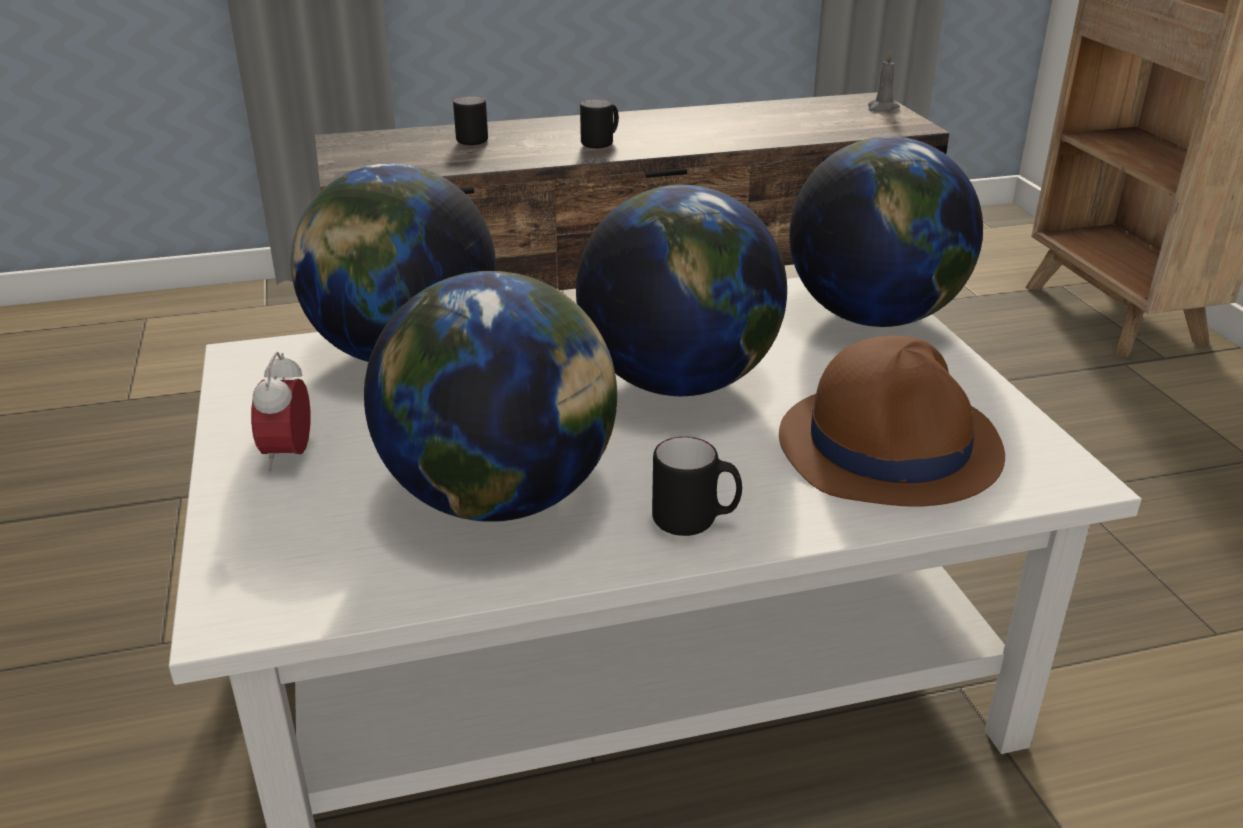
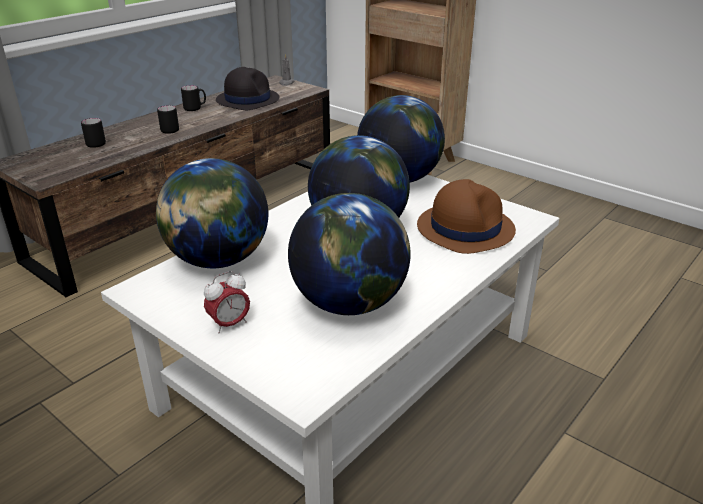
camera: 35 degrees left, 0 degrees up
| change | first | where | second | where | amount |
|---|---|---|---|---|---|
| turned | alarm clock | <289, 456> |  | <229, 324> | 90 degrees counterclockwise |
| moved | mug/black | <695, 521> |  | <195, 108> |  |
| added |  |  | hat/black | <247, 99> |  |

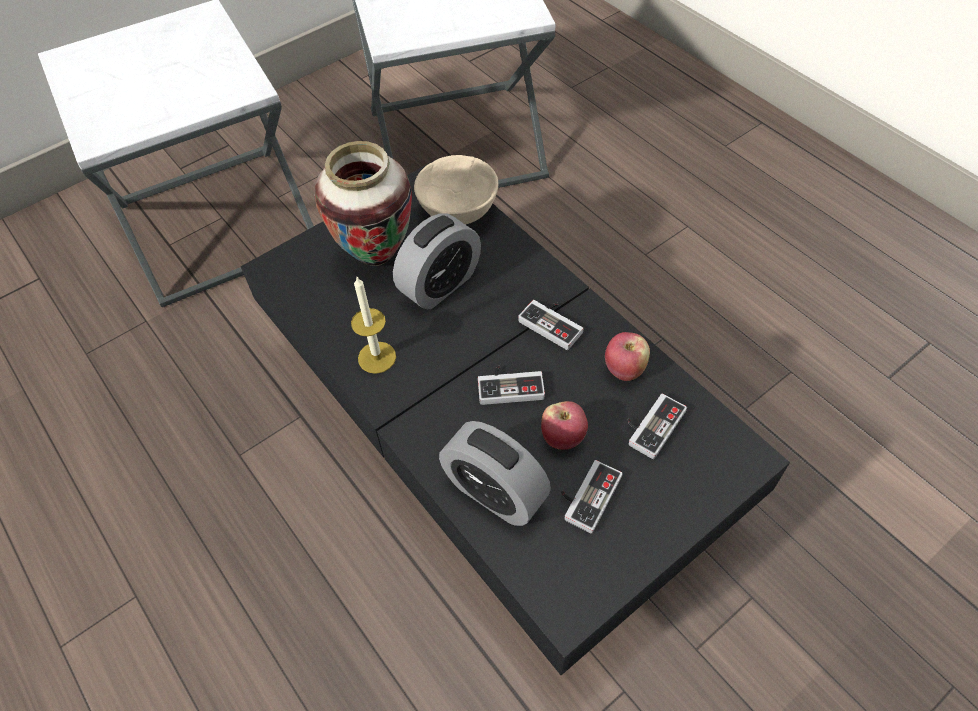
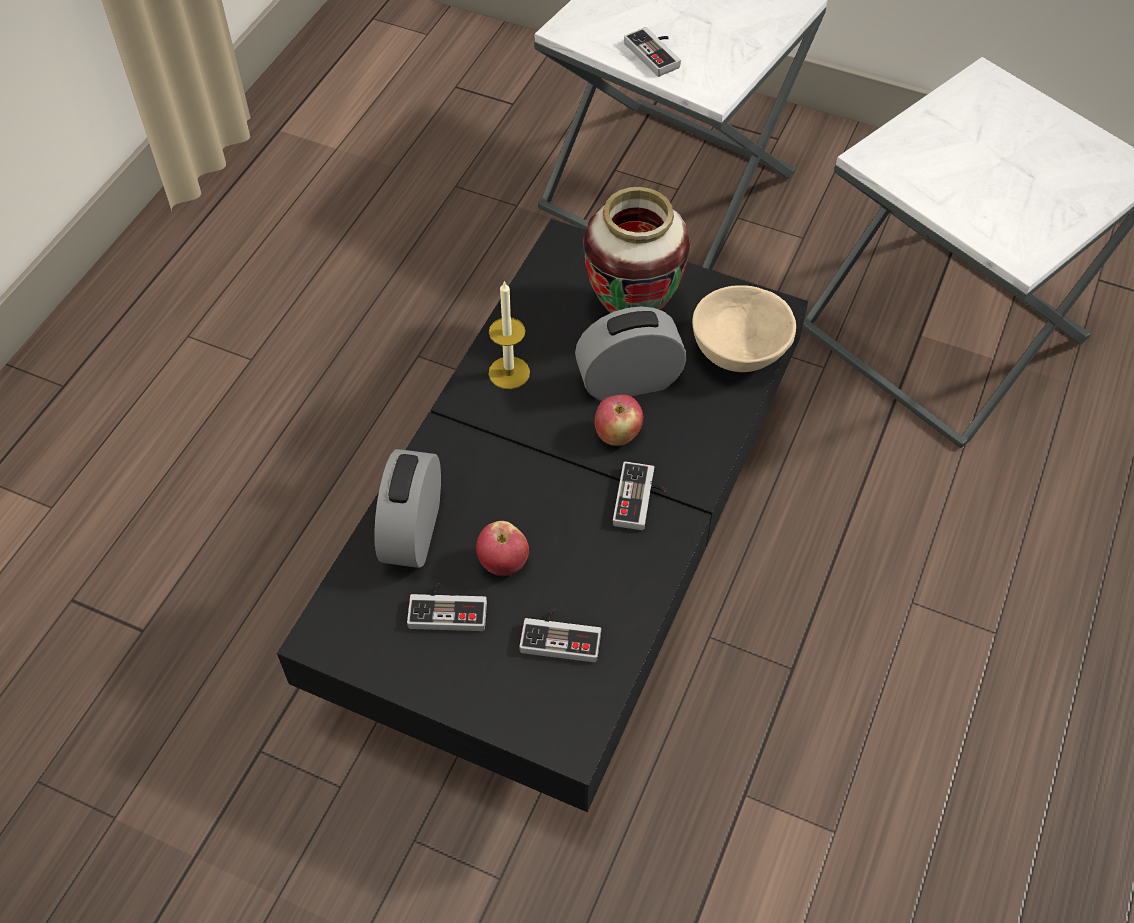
camera: 60 degrees right, 0 degrees up
| change | first | where | second | where | amount |
|---|---|---|---|---|---|
| turned | alarm clock | <440, 285> |  | <629, 381> | 150 degrees clockwise |
| moved | game controller | <510, 385> |  | <657, 53> |  |
| moved | apple | <624, 369> |  | <617, 435> |  |

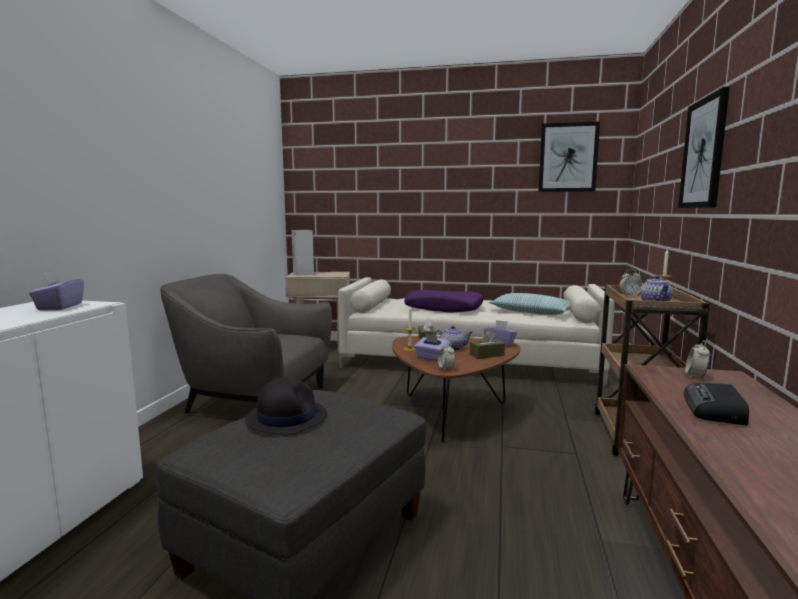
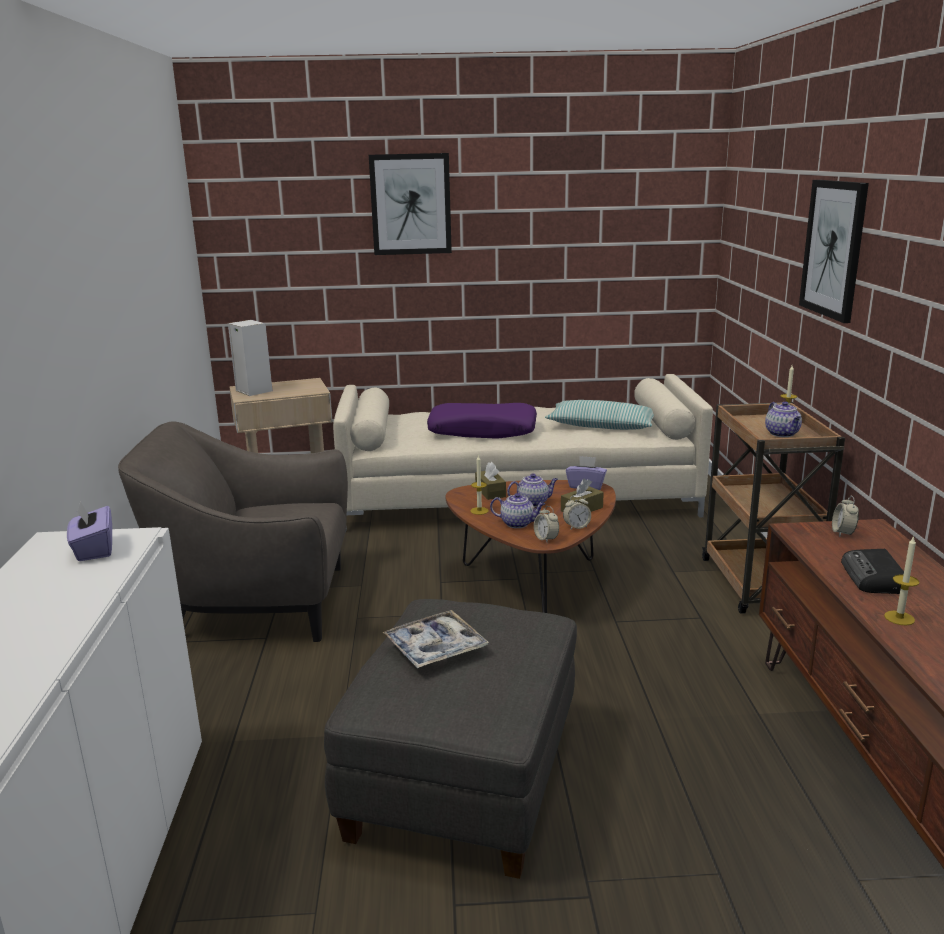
camera: 15 degrees left, 10 degrees up
| change | first | where | second | where | amount |
|---|---|---|---|---|---|
| replaced | hat/black | <286, 417> | tray | <435, 648> |  |
| replaced | tissue box/purple | <432, 358> | teapot | <518, 523> |  |
| moved | picture | <568, 157> |  | <411, 204> |  |
| moved | alarm clock | <630, 295> |  | <576, 527> |  |
| added |  |  | candle | <899, 618> |  |

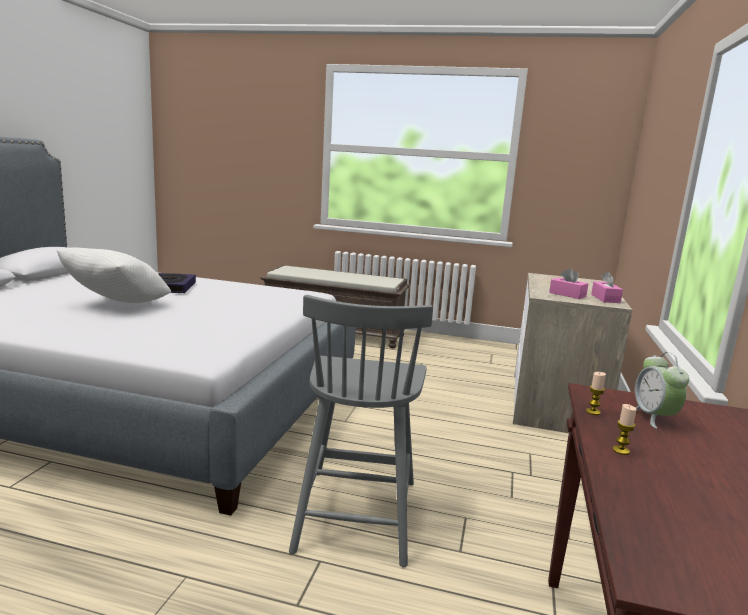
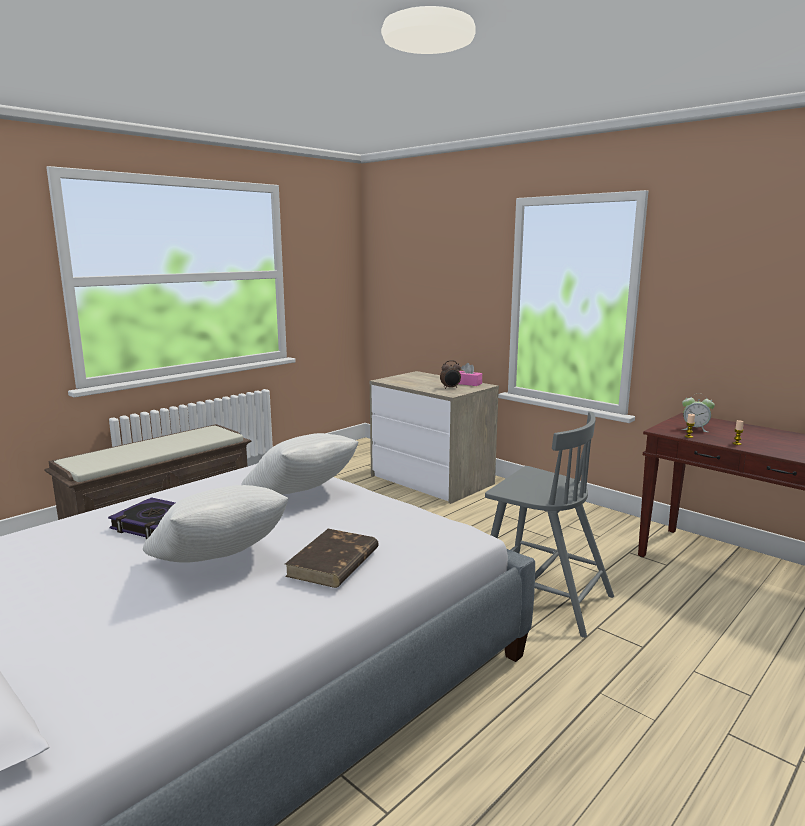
camera: 60 degrees left, 0 degrees up
| change | first | where | second | where | amount |
|---|---|---|---|---|---|
| replaced | tissue box/pink | <567, 294> | alarm clock | <450, 388> |  |
| added |  |  | pillow/white | <302, 495> |  |
| added |  |  | book/brown | <333, 563> |  |

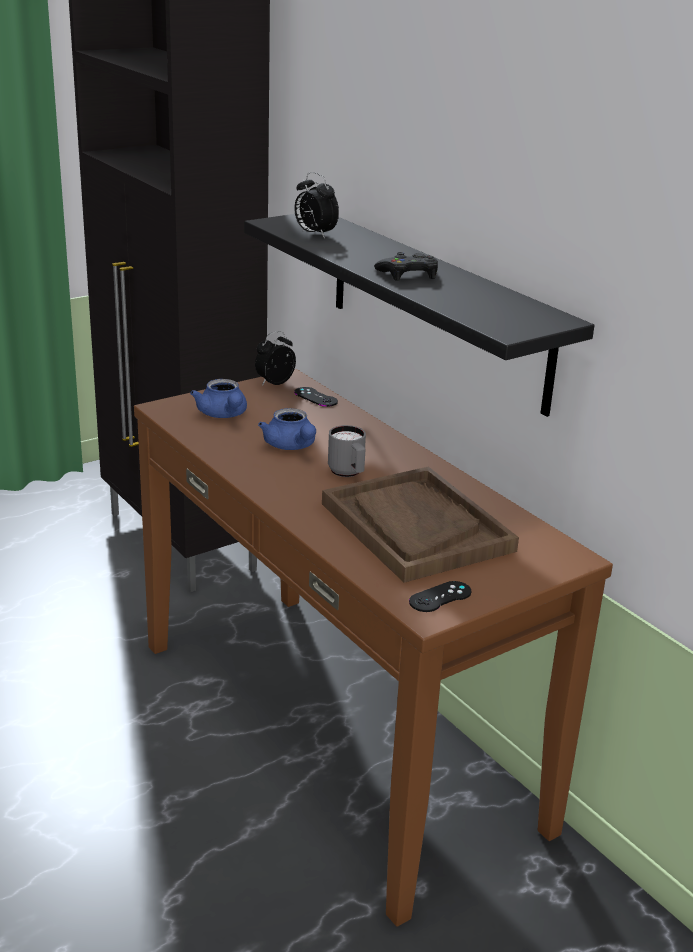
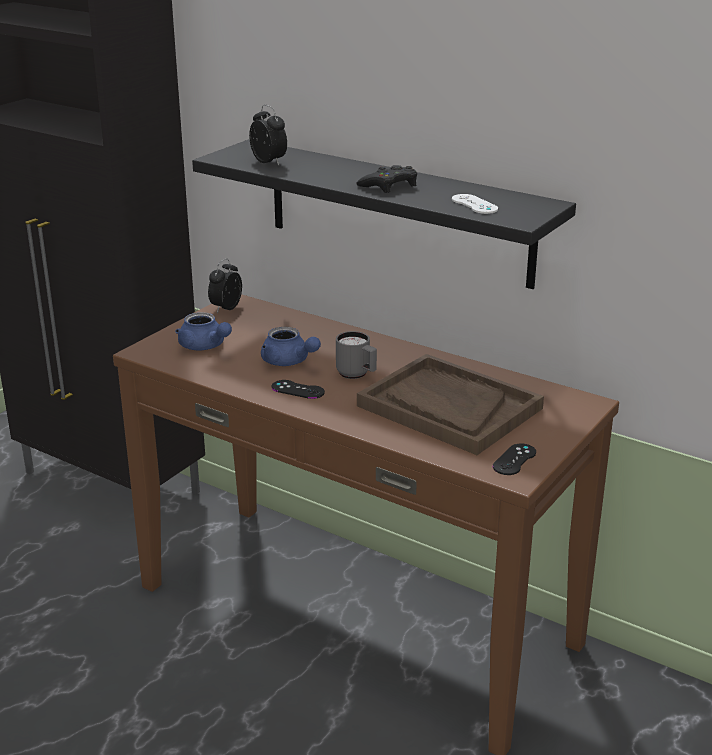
camera: 20 degrees left, 0 degrees up
| change | first | where | second | where | amount |
|---|---|---|---|---|---|
| turned | alarm clock | <314, 234> |  | <269, 162> | 150 degrees counterclockwise |
| moved | game controller/black | <315, 397> |  | <298, 390> |  |
| added |  |  | game controller/white | <474, 204> |  |

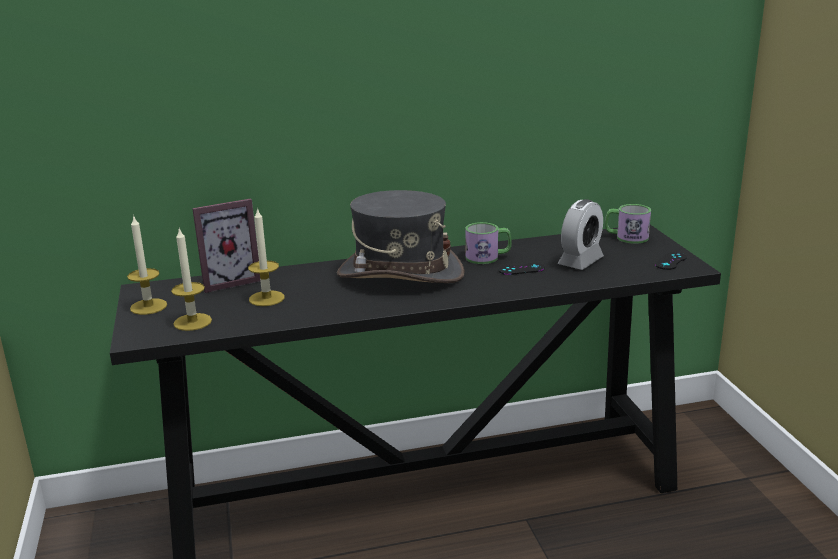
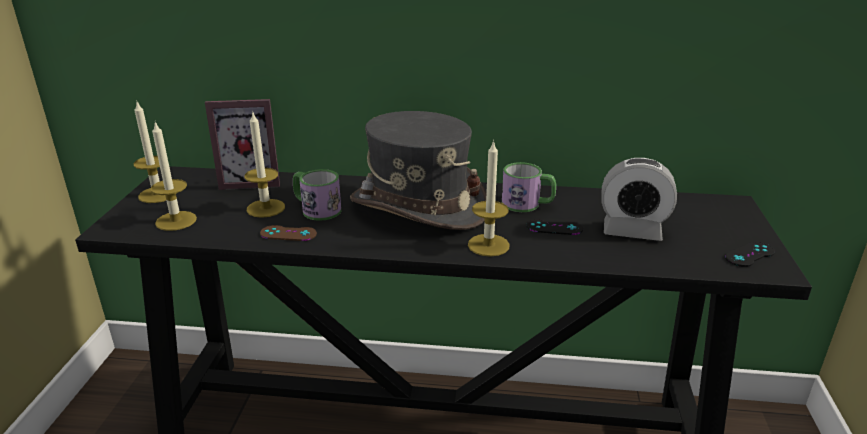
camera: 20 degrees right, 5 degrees up
| change | first | where | second | where | amount |
|---|---|---|---|---|---|
| turned | alarm clock | <580, 261> |  | <632, 231> | 45 degrees clockwise |
| moved | mug | <626, 237> |  | <316, 209> |  |
| added |  |  | game controller/brown | <288, 233> |  |
| added |  |  | candle | <488, 245> |  |

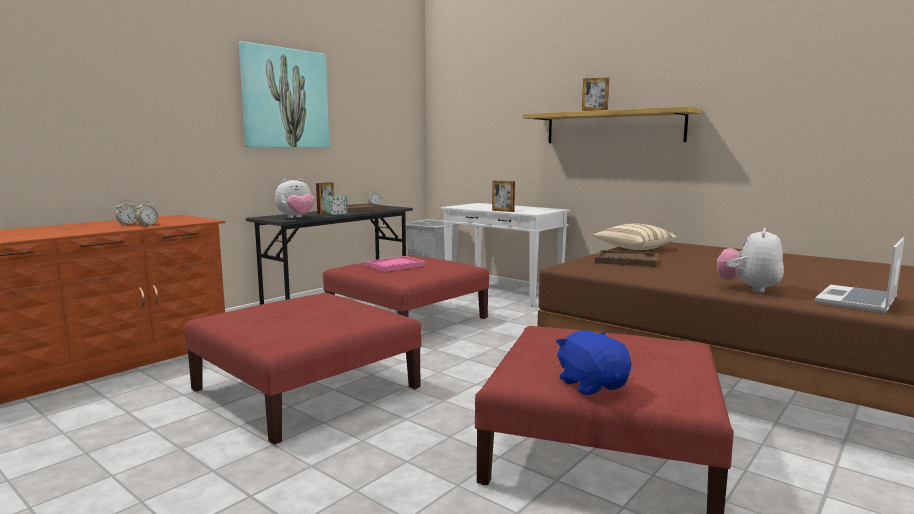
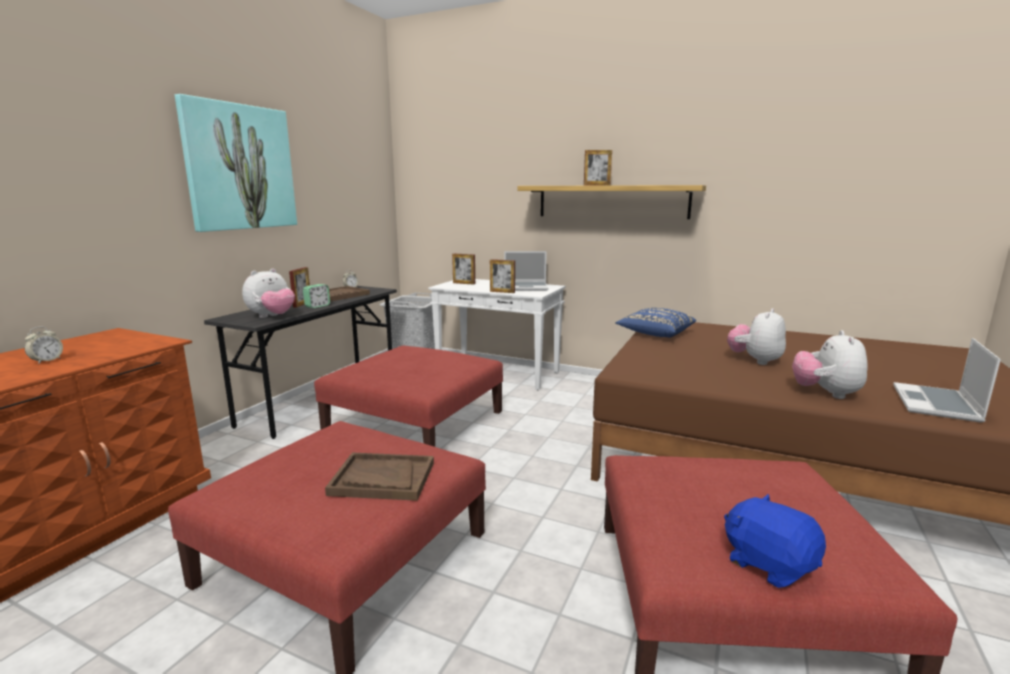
camera: 15 degrees left, 5 degrees up
| change | first | where | second | where | amount |
|---|---|---|---|---|---|
| removed | alarm clock | <147, 225> |  |  |  |
| removed | tray/pink | <395, 265> |  |  |  |
| recoloured | pillow/beige | <633, 248> | pillow/blue | <655, 334> |  |
| moved | tray/brown | <626, 260> |  | <382, 479> |  |
| added |  |  | picture frame | <464, 283> |  |
| added |  |  | laptop | <526, 287> |  |
| added |  |  | plush toy | <755, 360> |  |

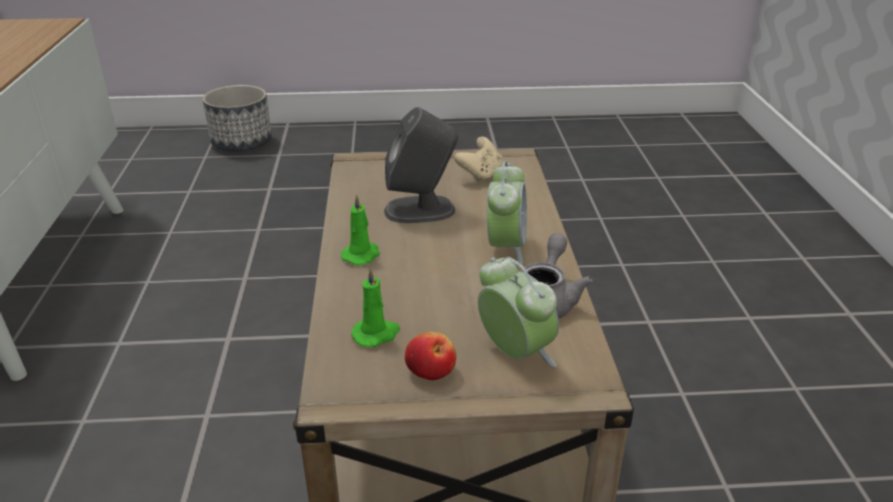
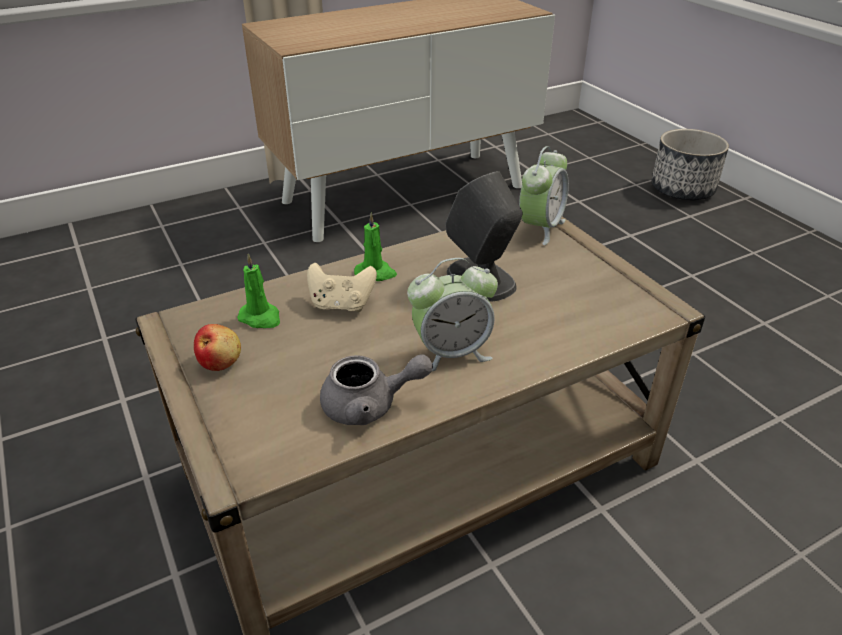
camera: 65 degrees right, 5 degrees up
| change | first | where | second | where | amount |
|---|---|---|---|---|---|
| moved | game controller/beige | <480, 175> |  | <341, 305> |  |
| moved | alarm clock | <515, 353> |  | <540, 228> |  |

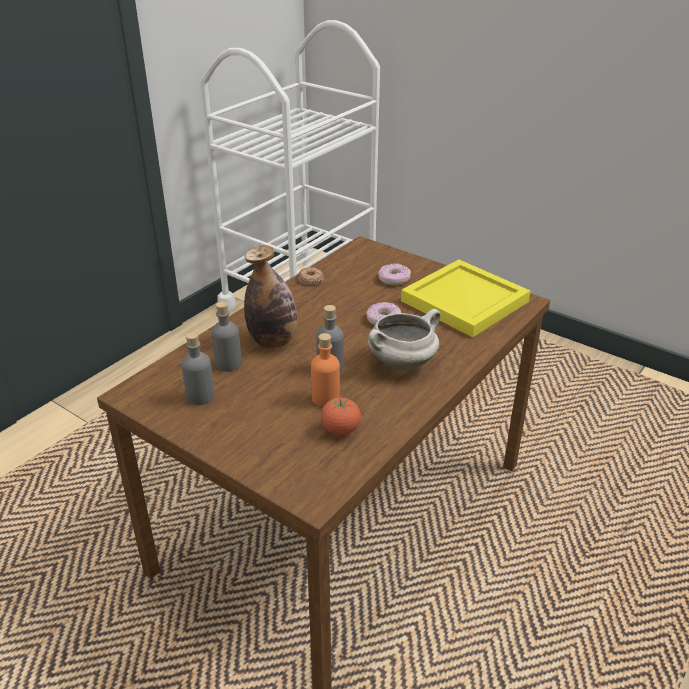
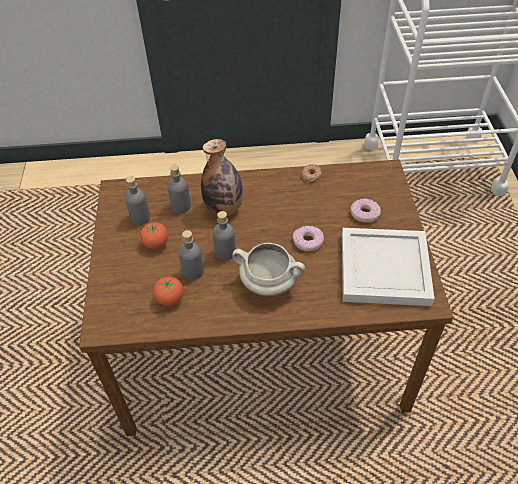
camera: 50 degrees right, 15 degrees up
| change | first | where | second | where | amount |
|---|---|---|---|---|---|
| recoloured | bottle/orange | <325, 398> | bottle/grey | <193, 271> |  |
| recoloured | tray/yellow | <462, 301> | tray/white | <383, 267> |  |
| added |  |  | tomato | <156, 244> |  |

